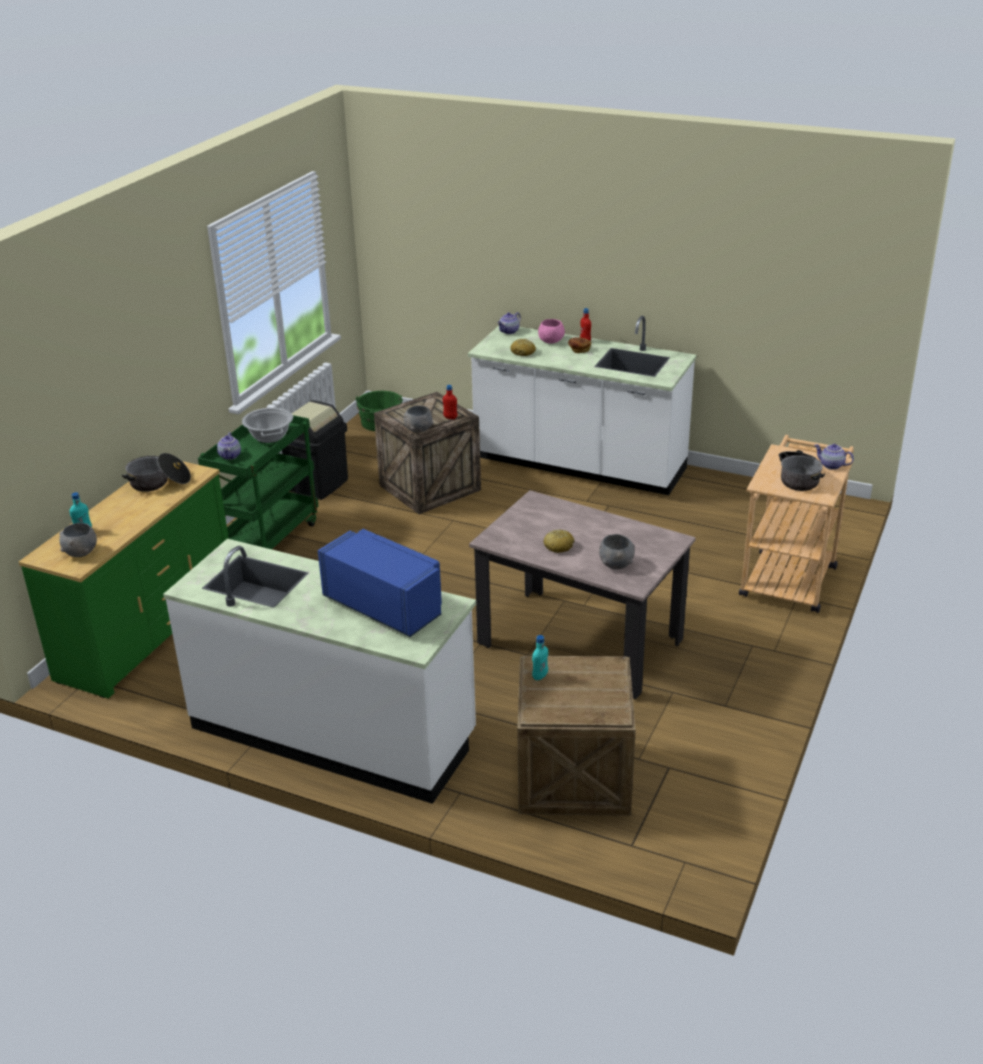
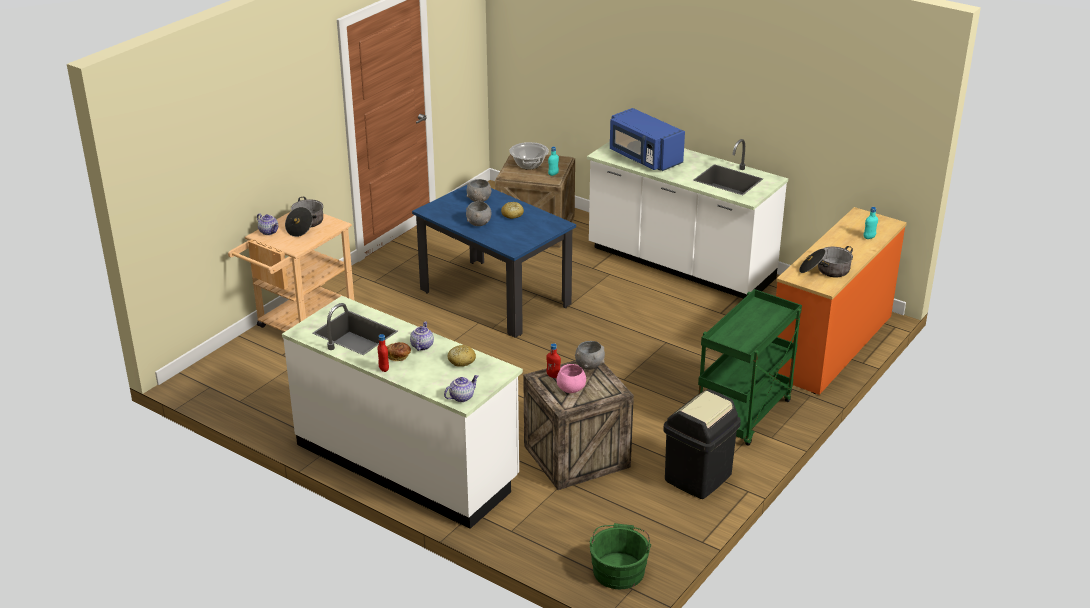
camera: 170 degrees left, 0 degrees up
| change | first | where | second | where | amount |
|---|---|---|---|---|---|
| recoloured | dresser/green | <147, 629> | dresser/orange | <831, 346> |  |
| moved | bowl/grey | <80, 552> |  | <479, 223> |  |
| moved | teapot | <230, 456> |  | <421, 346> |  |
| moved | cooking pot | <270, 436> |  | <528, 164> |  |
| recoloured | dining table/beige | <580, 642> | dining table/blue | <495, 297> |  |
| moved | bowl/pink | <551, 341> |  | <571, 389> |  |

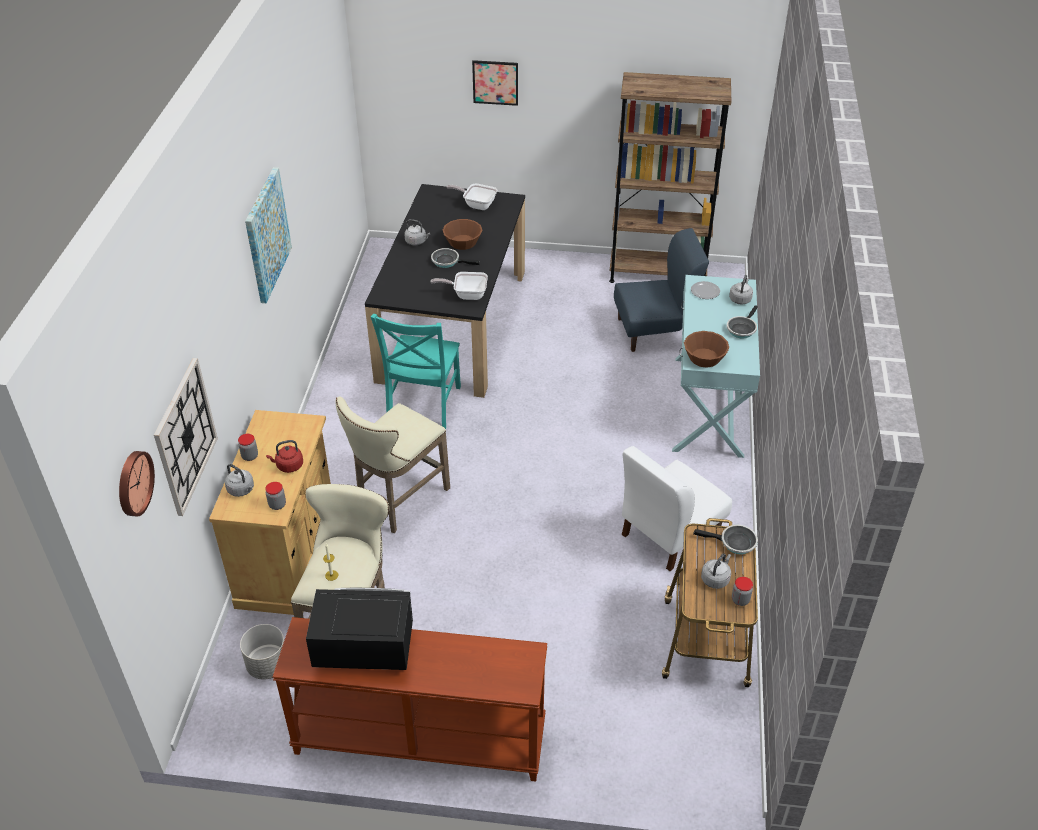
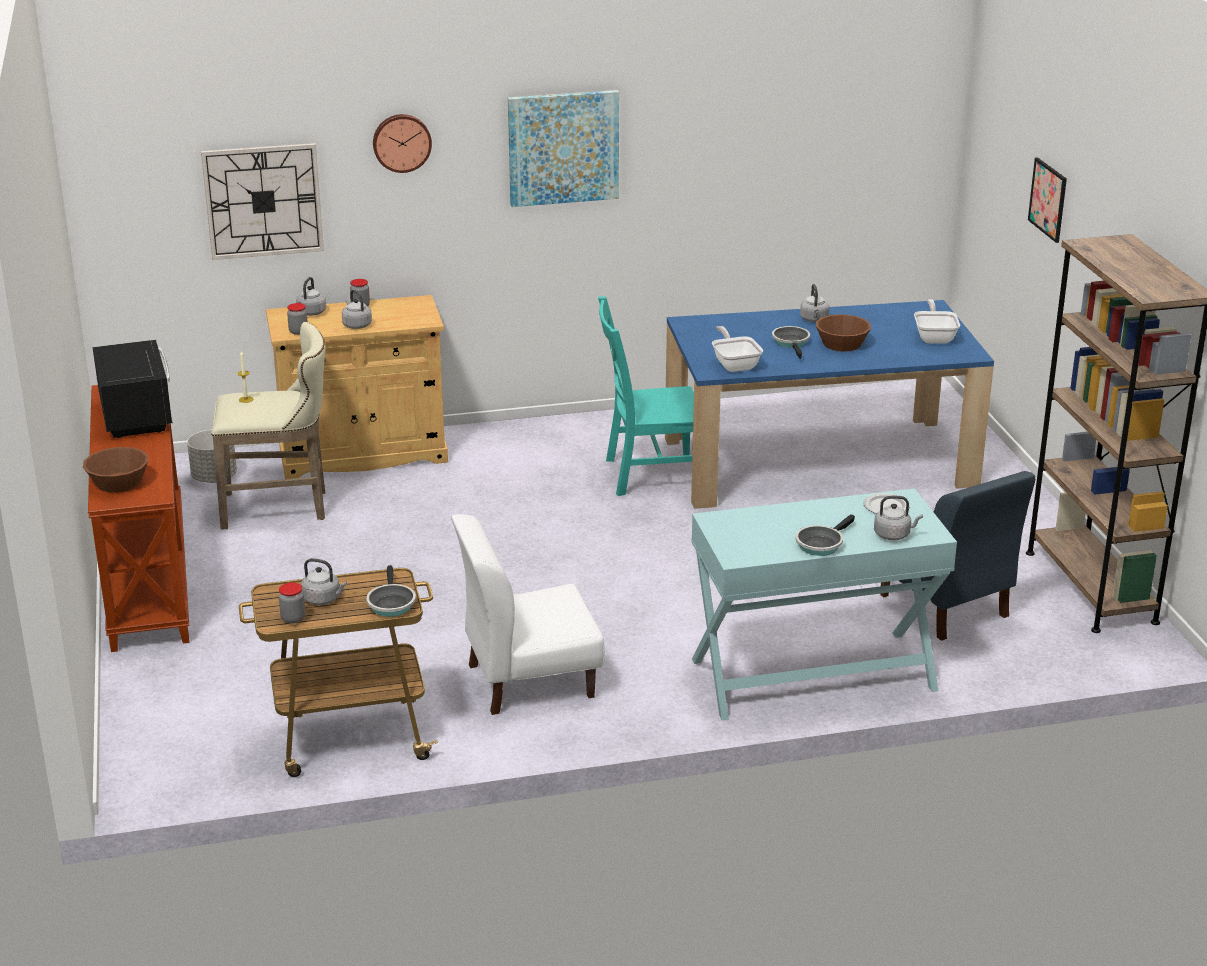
camera: 70 degrees right, 15 degrees down
| change | first | where | second | where | amount |
|---|---|---|---|---|---|
| moved | wall clock | <133, 483> |  | <401, 142> |  |
| recoloured | kettle/red | <288, 466> | kettle/grey | <356, 325> |  |
| removed | stool/beige | <398, 501> |  |  |  |
| recoloured | dining table/black | <452, 324> | dining table/blue | <818, 461> |  |
| turned | chair/white | <669, 534> |  | <529, 680> | 45 degrees counterclockwise |
| moved | bowl/brown | <704, 357> |  | <119, 482> |  |
| turned | frying pan | <741, 329> |  | <821, 544> | 60 degrees counterclockwise |

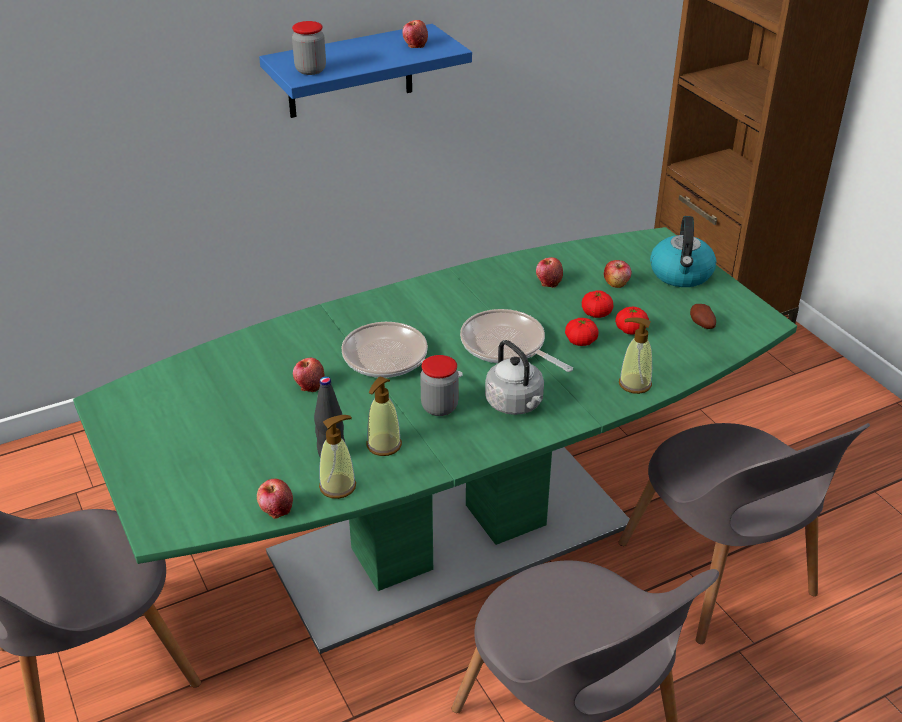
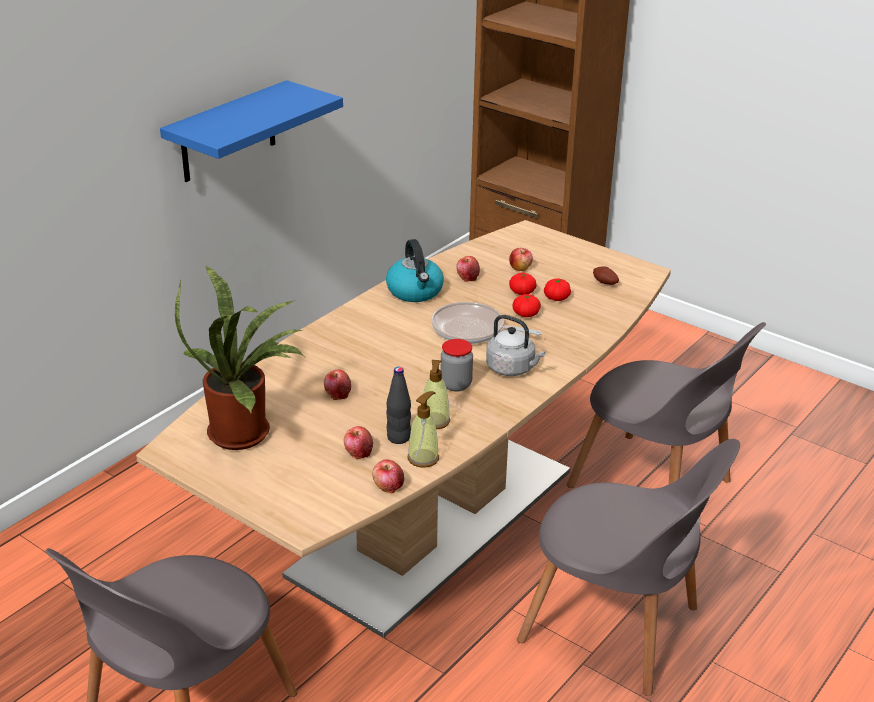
camera: 25 degrees left, 5 degrees down
| change | first | where | second | where | amount |
|---|---|---|---|---|---|
| recoloured | dining table/green | <449, 540> | dining table/brown | <433, 522> |  |
| removed | jar | <310, 70> |  |  |  |
| removed | frying pan | <390, 359> |  |  |  |
| moved | apple | <415, 44> |  | <358, 453> |  |
| removed | soap dispenser | <634, 384> |  |  |  |
| moved | kettle | <681, 274> |  | <415, 291> |  |
| added |  |  | potted plant | <246, 433> |  |

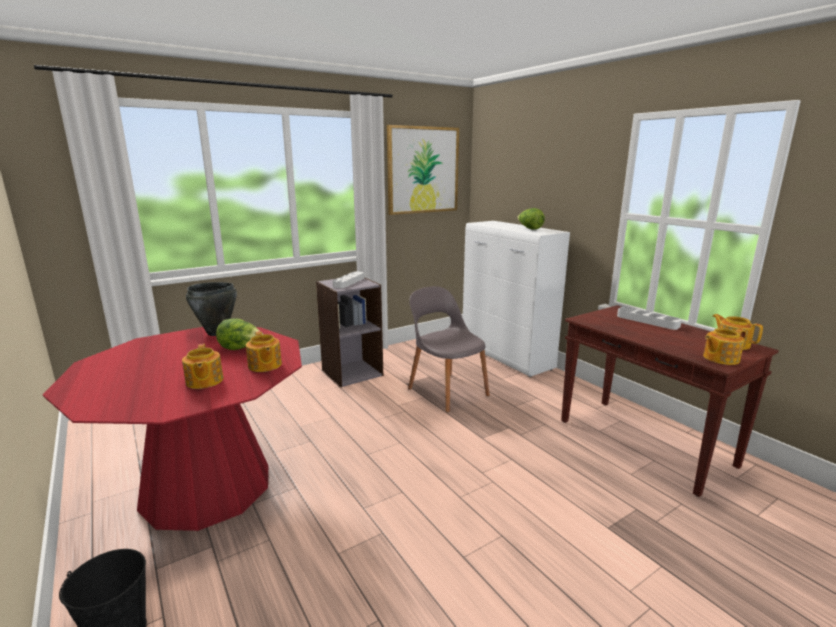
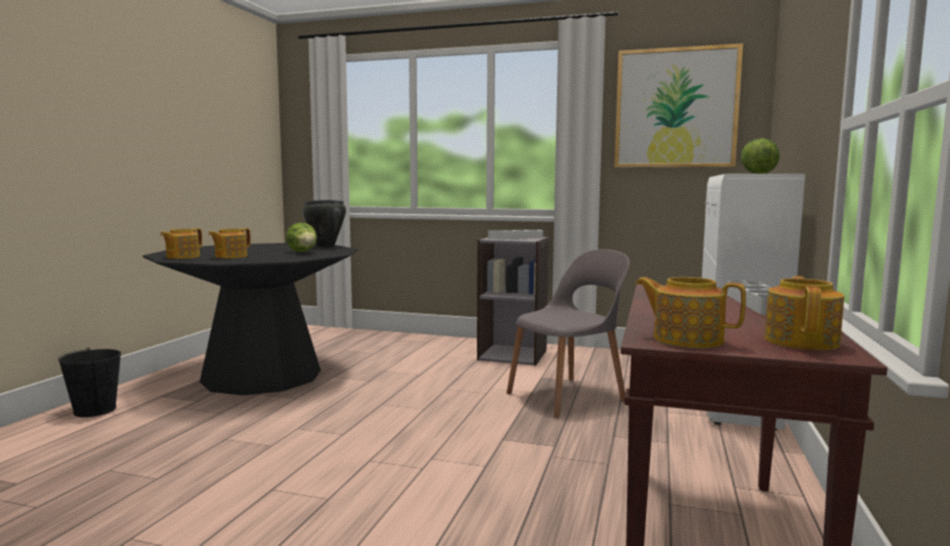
camera: 50 degrees right, 10 degrees down
| change | first | where | second | where | amount |
|---|---|---|---|---|---|
| recoloured | dining table/red | <207, 486> | dining table/black | <262, 376> |  |
| moved | teapot | <264, 365> |  | <182, 257> |  |
| turned | chair/grey | <446, 391> |  | <568, 396> | 45 degrees clockwise |

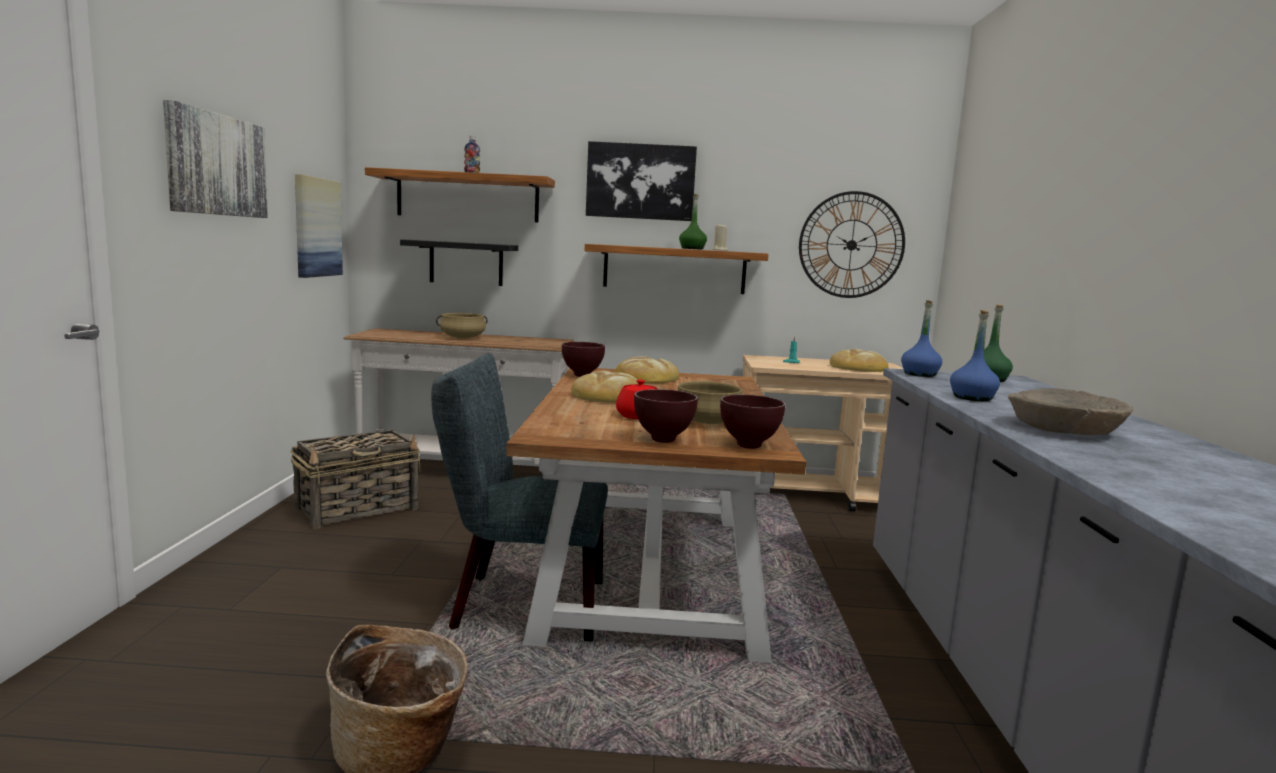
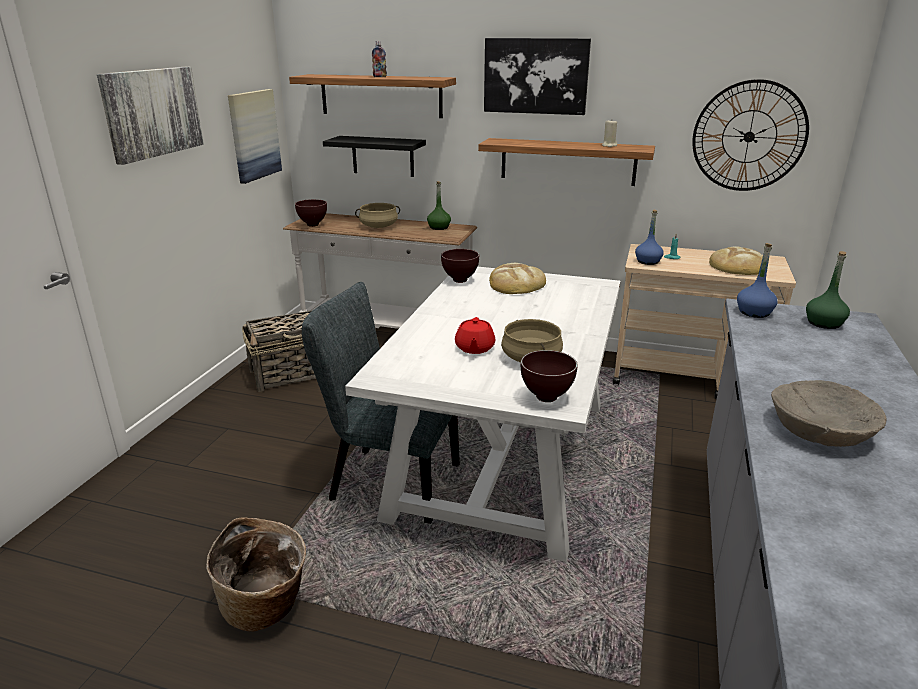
camera: 15 degrees right, 15 degrees up
| change | first | where | second | where | amount |
|---|---|---|---|---|---|
| recoloured | dining table/brown | <651, 573> | dining table/white | <503, 457> |  |
| removed | bread | <608, 395> |  |  |  |
| moved | bowl/brown | <664, 440> |  | <313, 225> |  |
| moved | bottle/green | <692, 249> |  | <439, 227> |  |
| moved | bottle/blue | <972, 398> |  | <648, 261> |  |

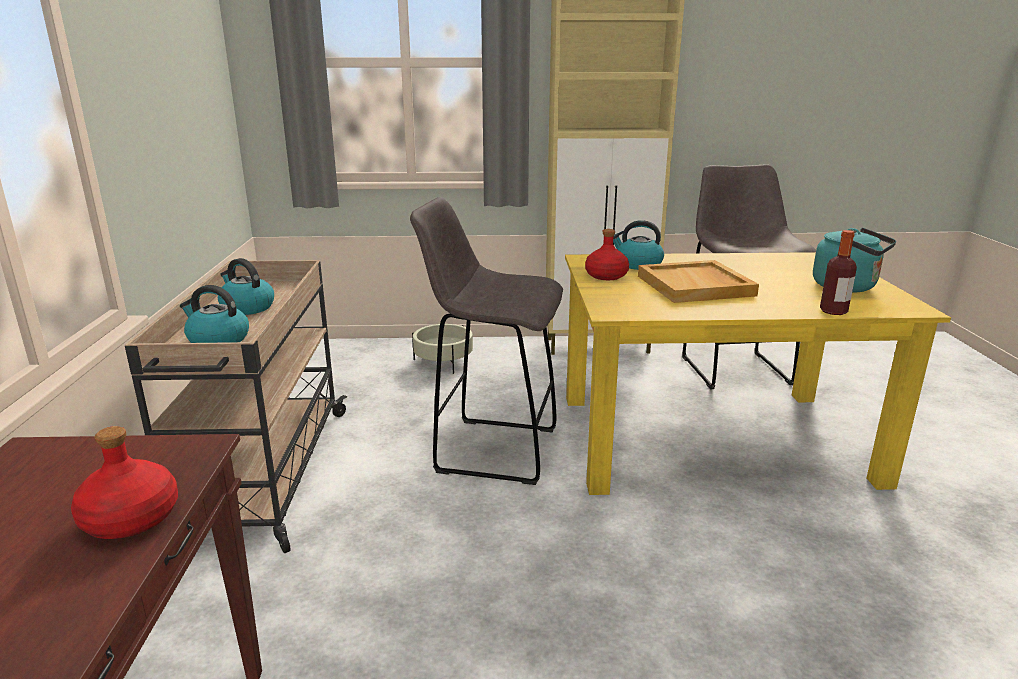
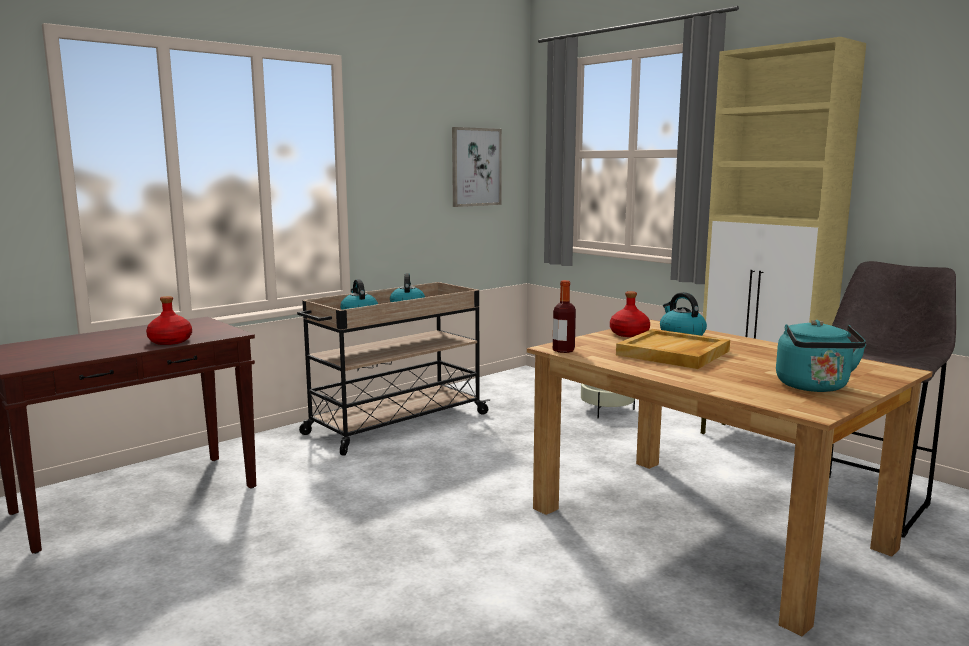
camera: 50 degrees right, 10 degrees down
| change | first | where | second | where | amount |
|---|---|---|---|---|---|
| removed | stool/grey | <492, 449> |  |  |  |
| recoloured | dining table/yellow | <710, 439> | dining table/brown | <703, 527> |  |
| moved | bottle | <833, 311> |  | <563, 350> |  |
| added |  |  | picture | <476, 167> |  |

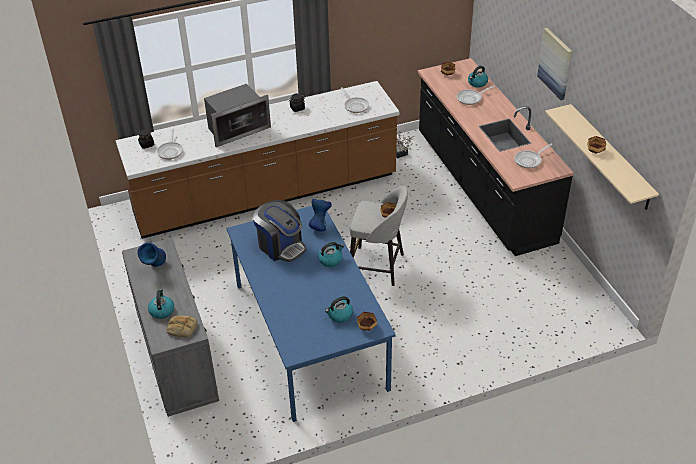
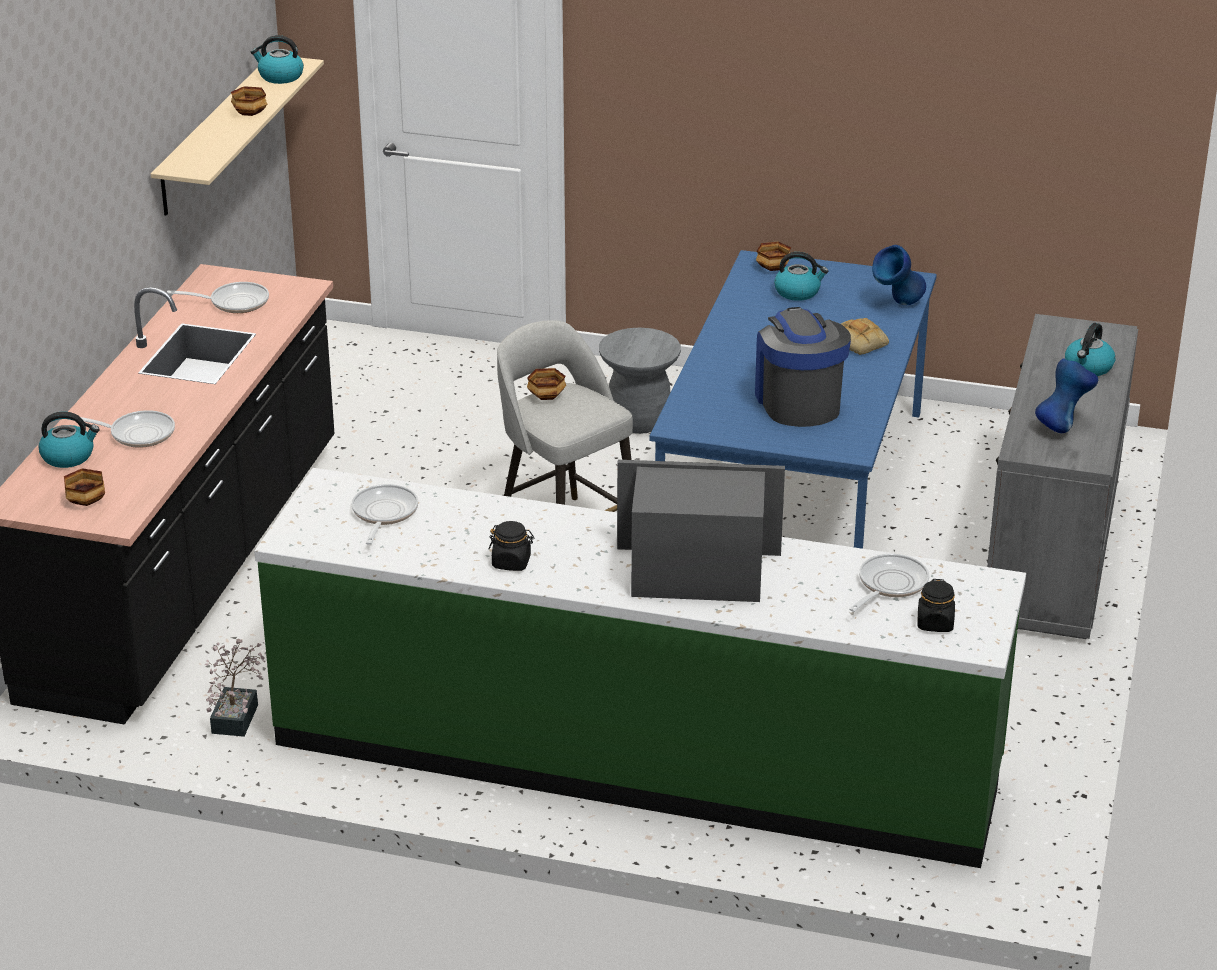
camera: 145 degrees left, 10 degrees down
| change | first | where | second | where | amount |
|---|---|---|---|---|---|
| recoloured | counter/brown | <266, 195> | counter/green | <636, 757> |  |
| moved | bread | <181, 328> |  | <860, 342> |  |
| moved | vase/blue | <320, 225> |  | <897, 305> |  |
| moved | kettle | <330, 260> |  | <280, 76> |  |
| removed | picture | <555, 63> |  |  |  |
| added |  |  | stool/grey | <639, 420> |  |

